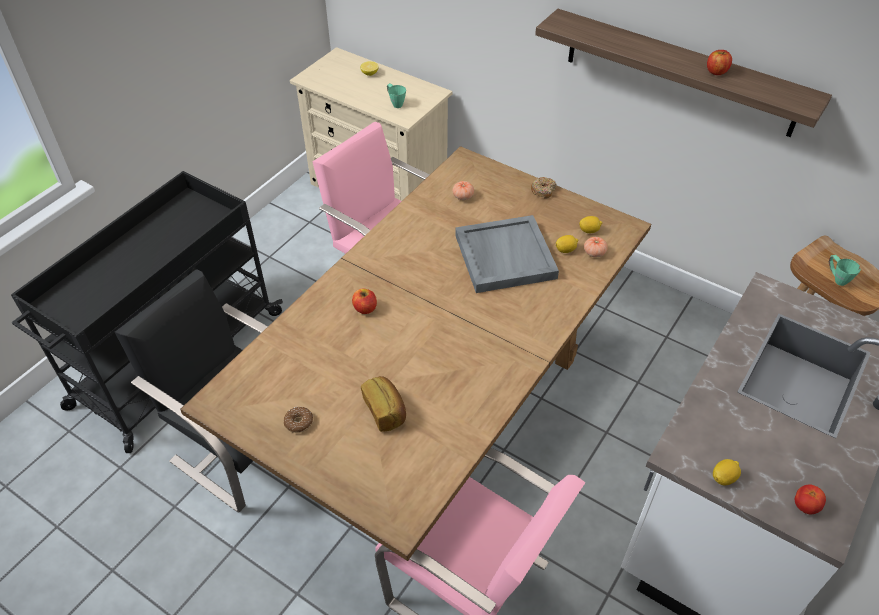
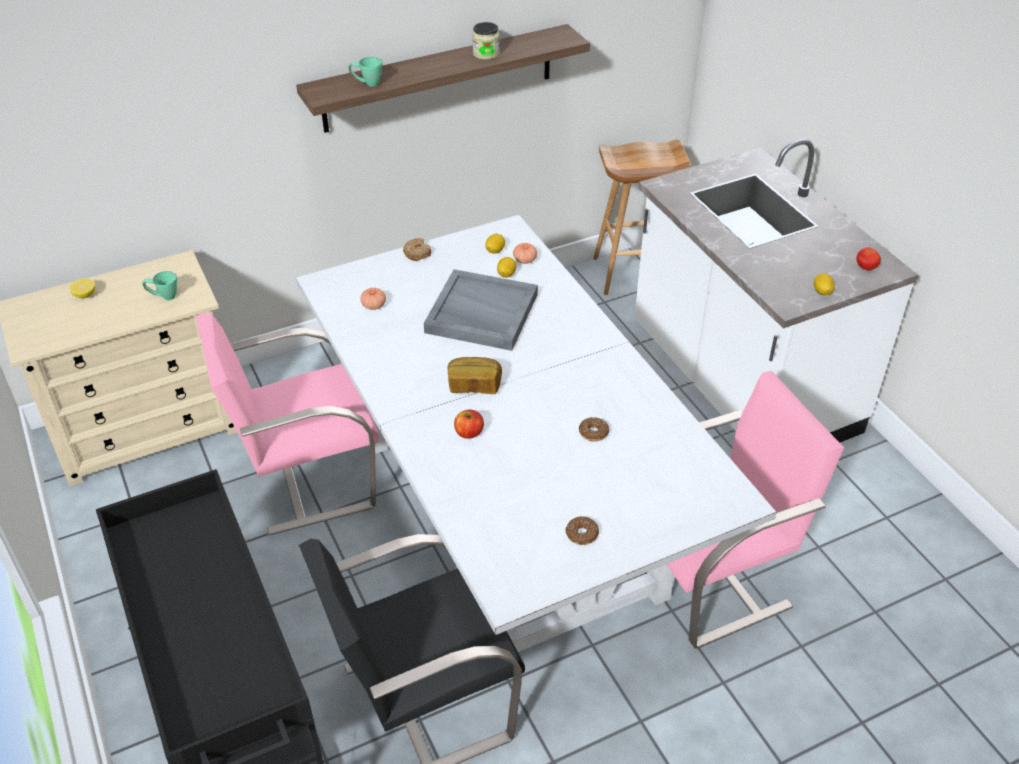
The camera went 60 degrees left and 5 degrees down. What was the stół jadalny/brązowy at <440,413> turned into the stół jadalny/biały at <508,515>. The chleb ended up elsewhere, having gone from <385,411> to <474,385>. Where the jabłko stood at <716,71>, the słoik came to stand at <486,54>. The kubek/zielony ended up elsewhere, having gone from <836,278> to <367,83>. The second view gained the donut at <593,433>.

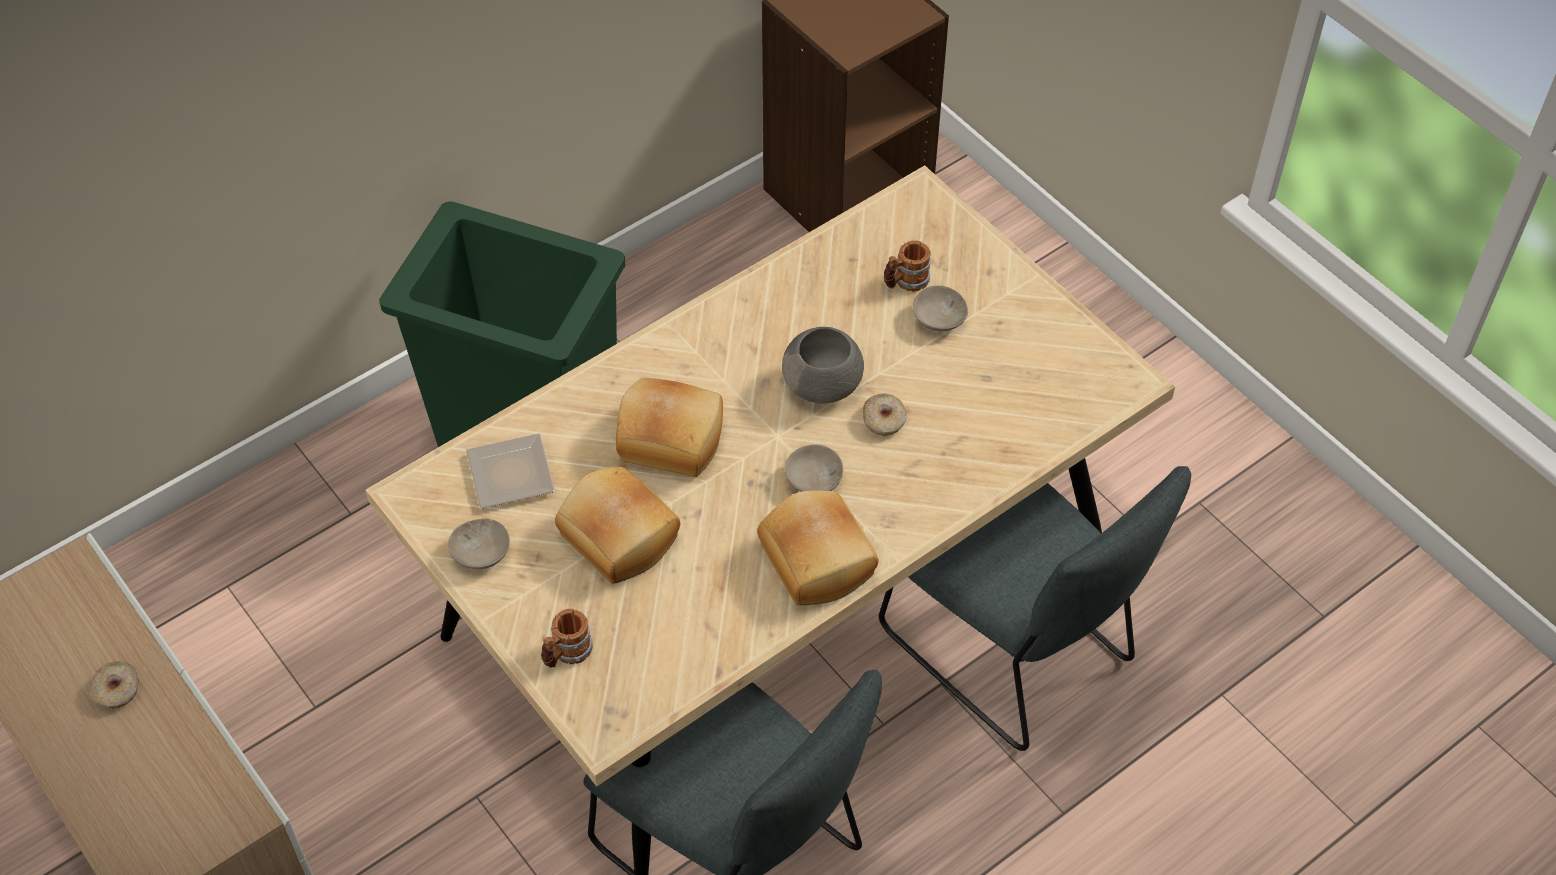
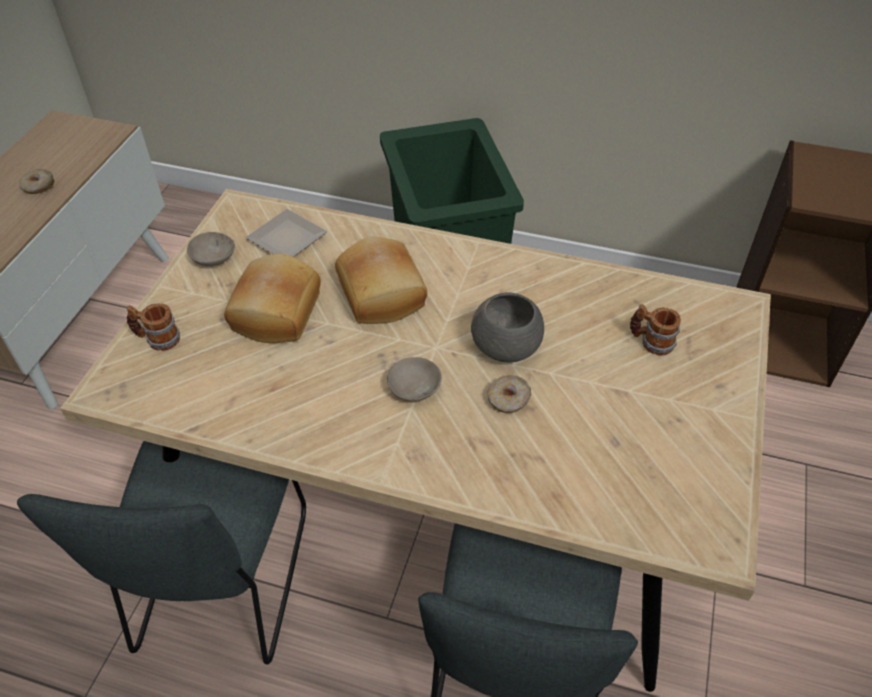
The camera went 55 degrees right and 5 degrees down. The second view lost the chleb at <819,559>. The second view lost the miska/beżowy at <937,318>.

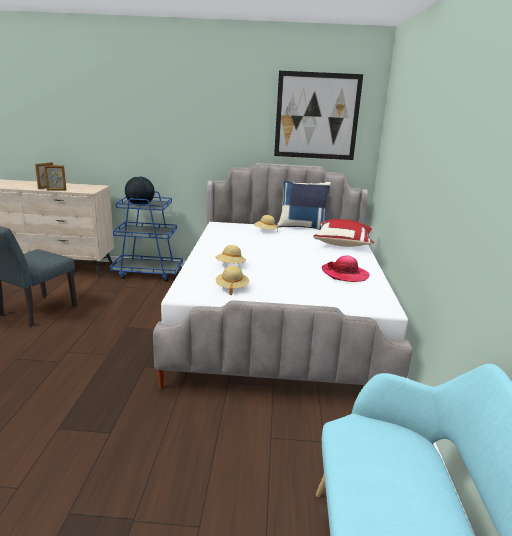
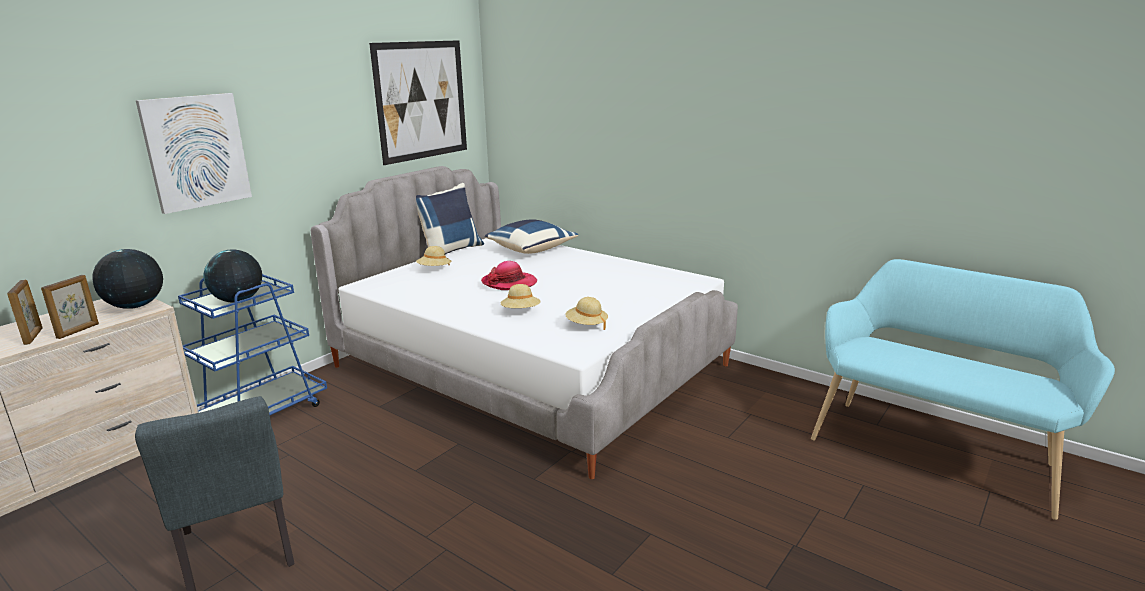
The camera went 55 degrees left and 0 degrees up. What was the poduszka/czerwony at <343,244> turned into the poduszka/niebieski at <531,249>. The kapelusz ended up elsewhere, having gone from <345,274> to <509,283>. The second view gained the globus at <135,306>. The second view gained the obraz at <196,151>.

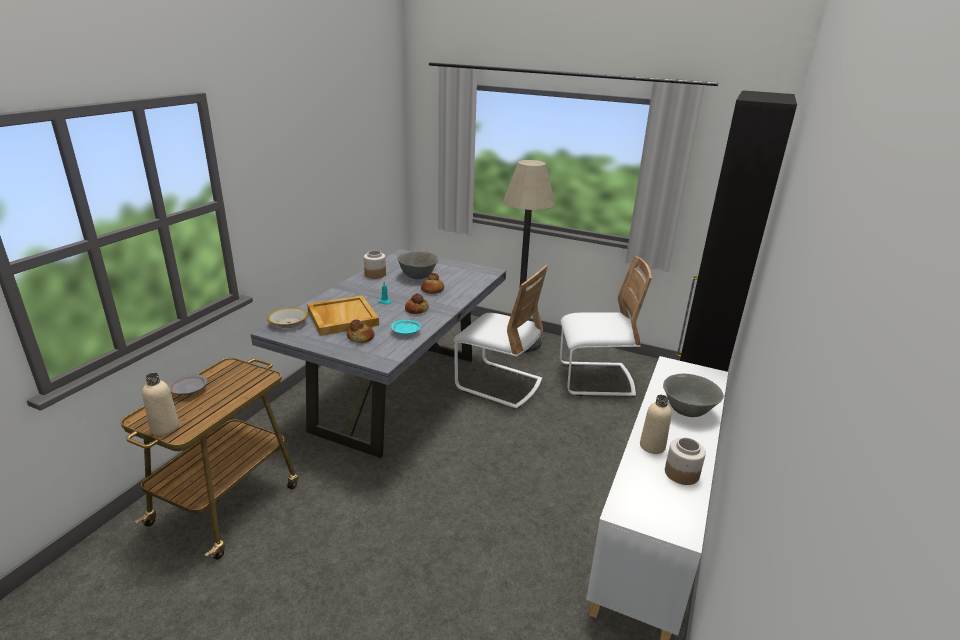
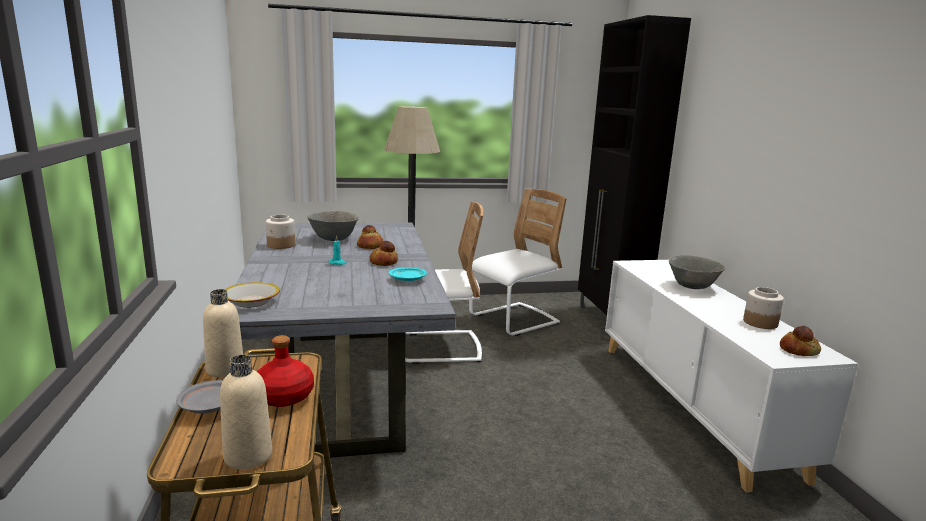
The camera went 35 degrees left and 10 degrees down. The second view lost the taca/beżowy at <342,317>. The chleb ended up elsewhere, having gone from <361,337> to <798,350>. The butelka/beżowy ended up elsewhere, having gone from <652,446> to <225,369>. The second view gained the butelka/czerwony at <283,396>.

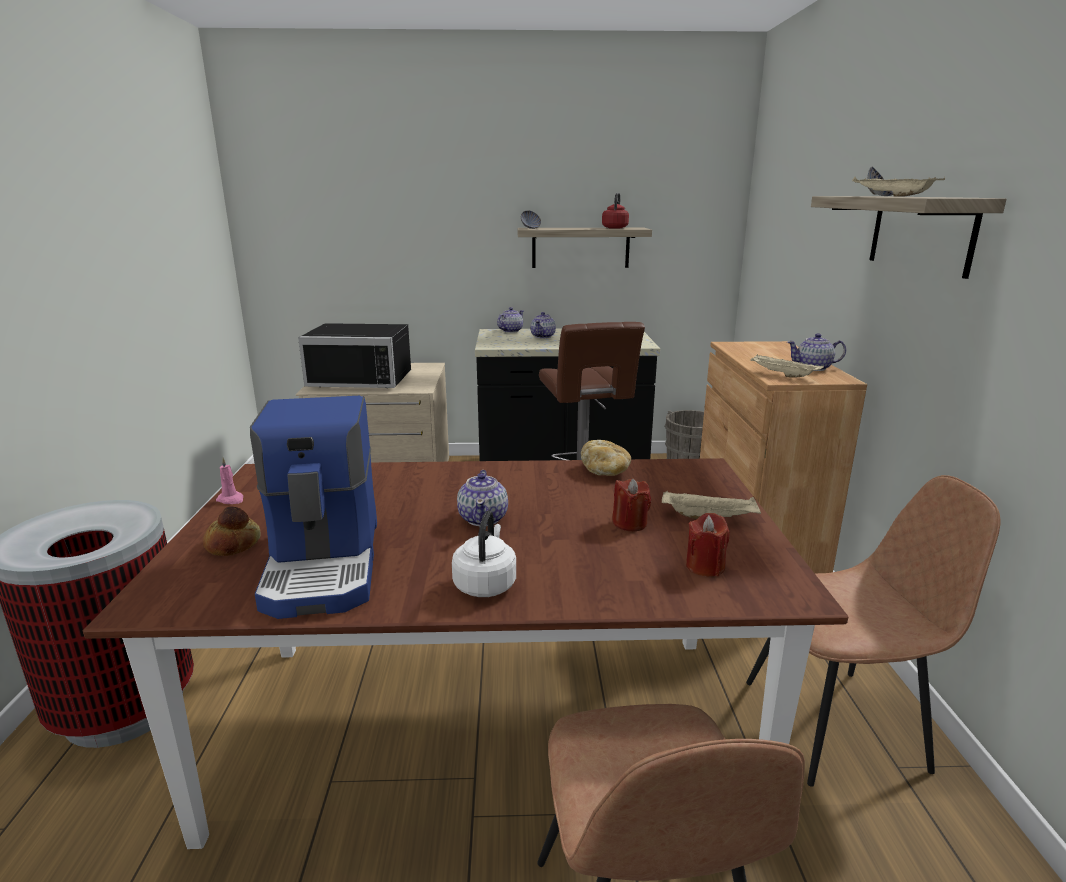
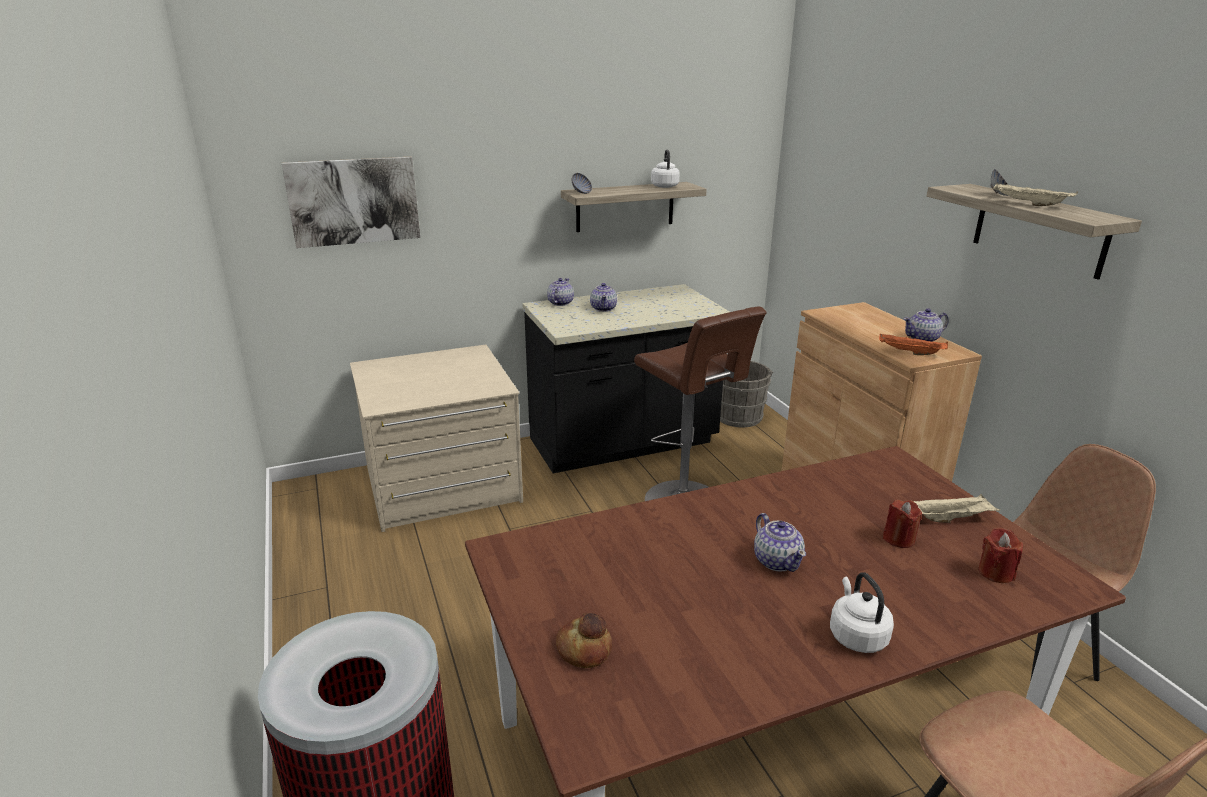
The camera went 20 degrees left and 5 degrees up. The second view lost the świeca/różowy at <231,500>. The second view lost the ekspres do kawy at <326,564>. The second view lost the mikrofalówka/czarny at <363,379>. The second view lost the chleb at <605,471>. What was the czajnik/czerwony at <615,228> turned into the czajnik/biały at <664,186>. What was the taca/beżowy at <782,375> turned into the taca/pomarańczowy at <909,353>. The second view gained the obraz at <353,201>.

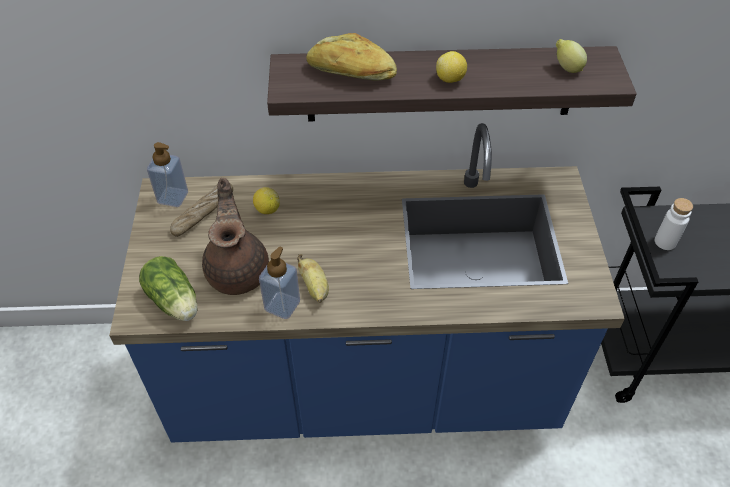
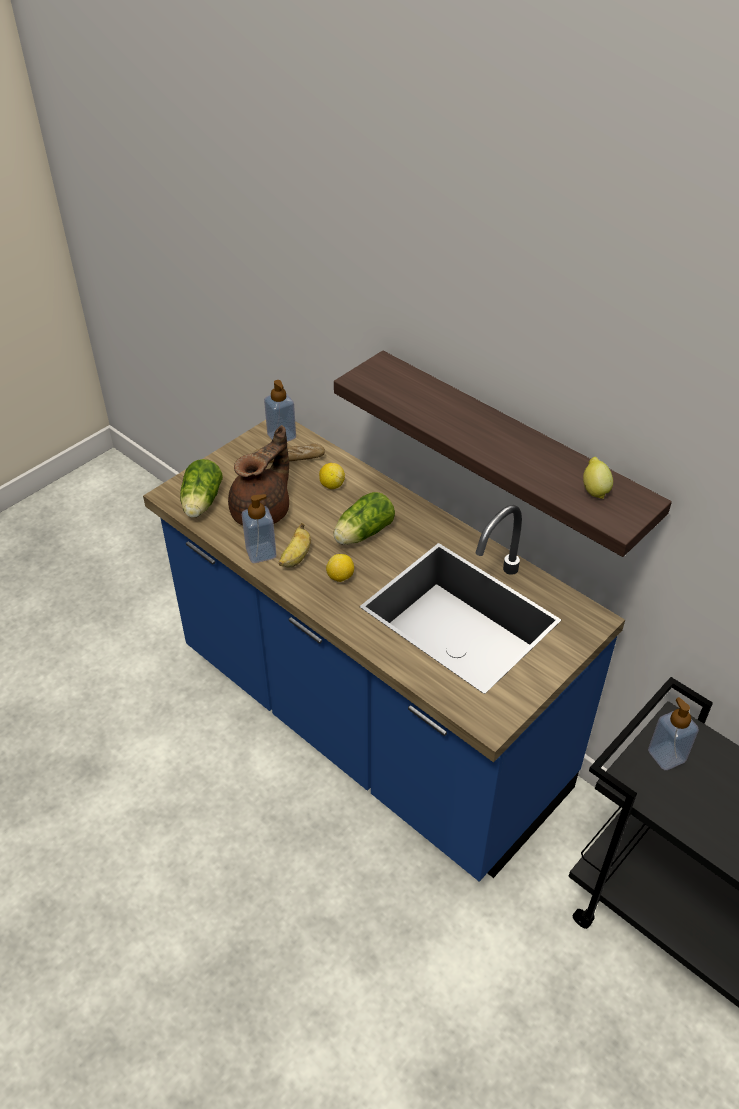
The camera went 45 degrees right and 5 degrees down. The second view lost the chleb at <351,72>. The cytryna ended up elsewhere, having gone from <450,79> to <340,577>. Where the butelka/biały stood at <665,242>, the dozownik mydła came to stand at <666,756>. The second view gained the sałata at <362,534>.

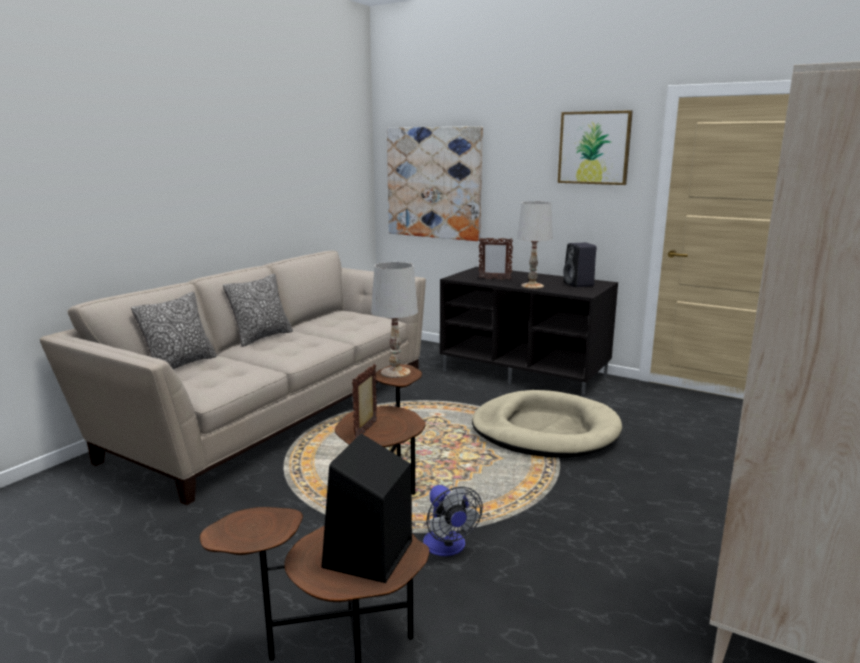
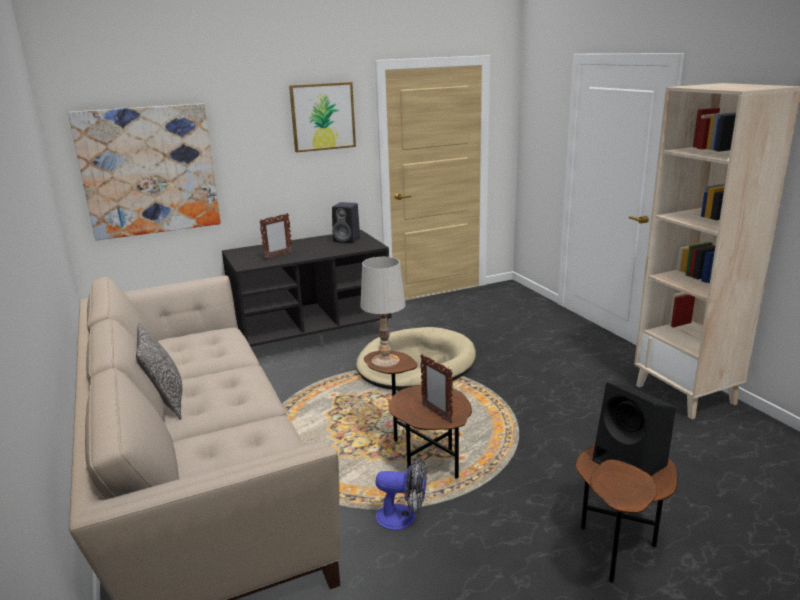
The camera went 55 degrees left and 5 degrees up. The second view lost the poduszka at <180,365>. The wentylator ended up elsewhere, having gone from <447,547> to <403,517>. The second view lost the lampa stołowa/biały at <532,286>.

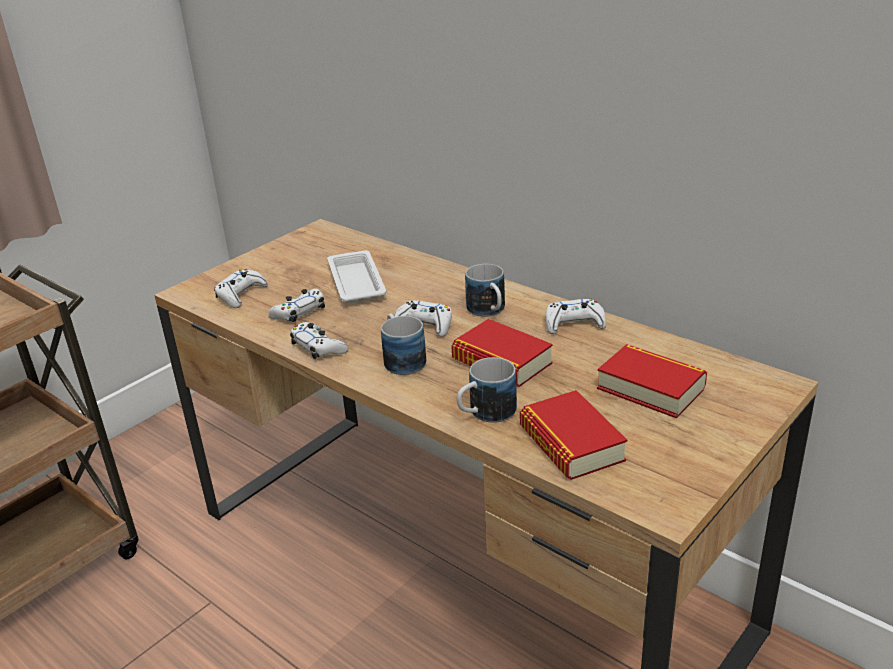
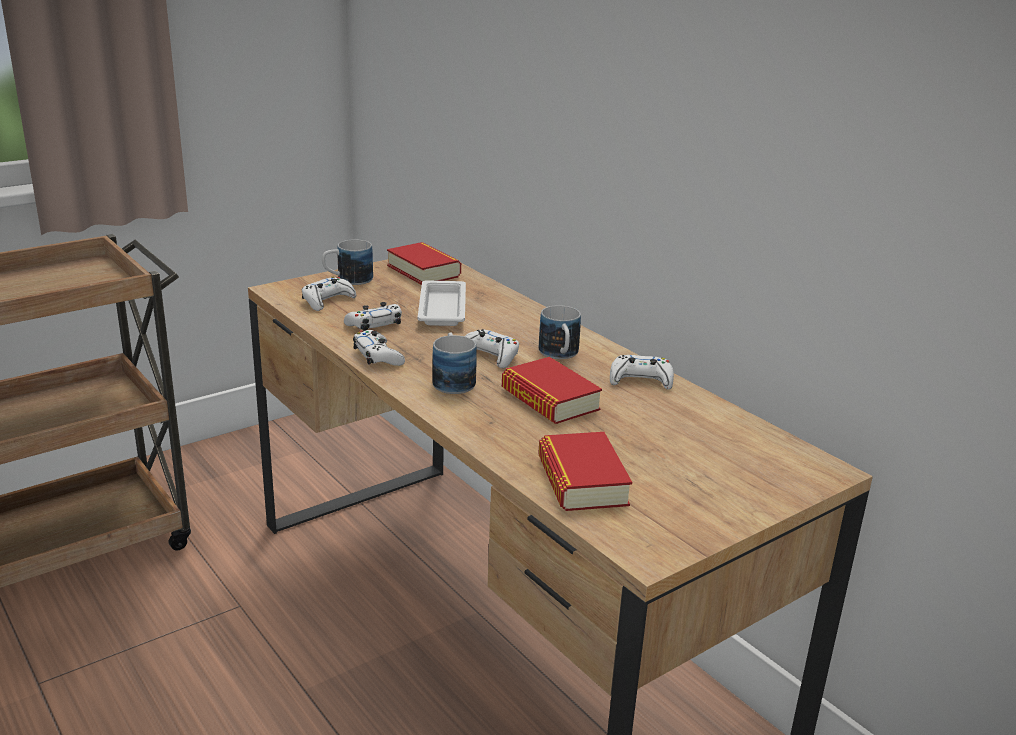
The camera went 10 degrees right and 5 degrees down. The kubek ended up elsewhere, having gone from <485,414> to <347,280>. The książka ended up elsewhere, having gone from <650,388> to <423,271>.

